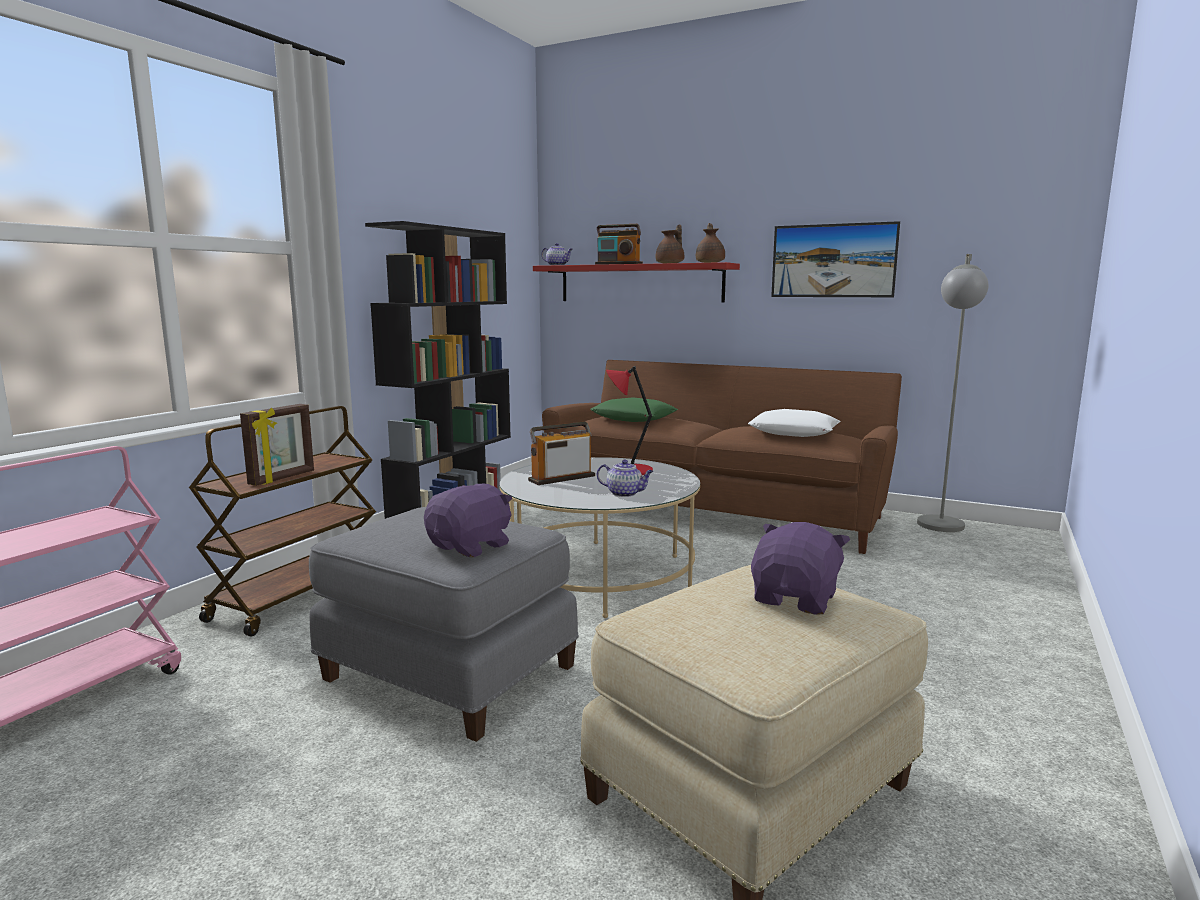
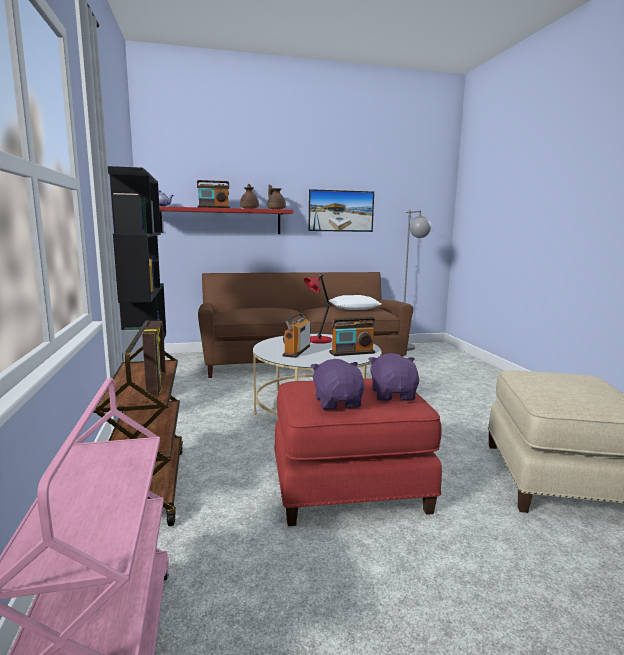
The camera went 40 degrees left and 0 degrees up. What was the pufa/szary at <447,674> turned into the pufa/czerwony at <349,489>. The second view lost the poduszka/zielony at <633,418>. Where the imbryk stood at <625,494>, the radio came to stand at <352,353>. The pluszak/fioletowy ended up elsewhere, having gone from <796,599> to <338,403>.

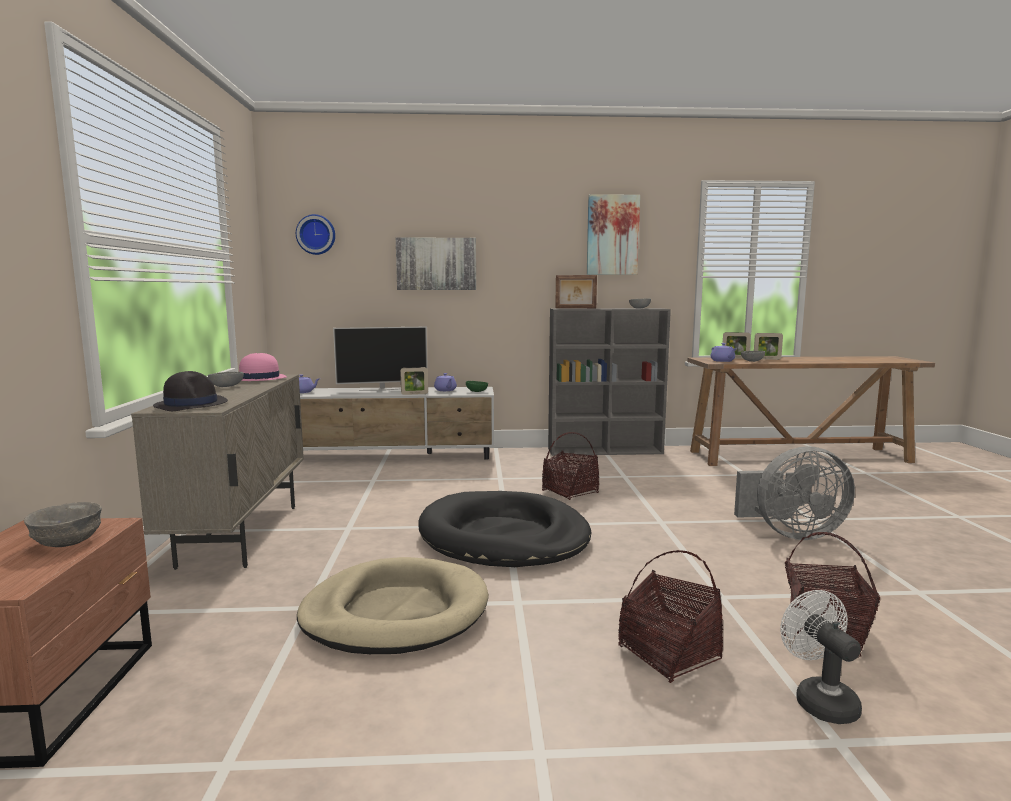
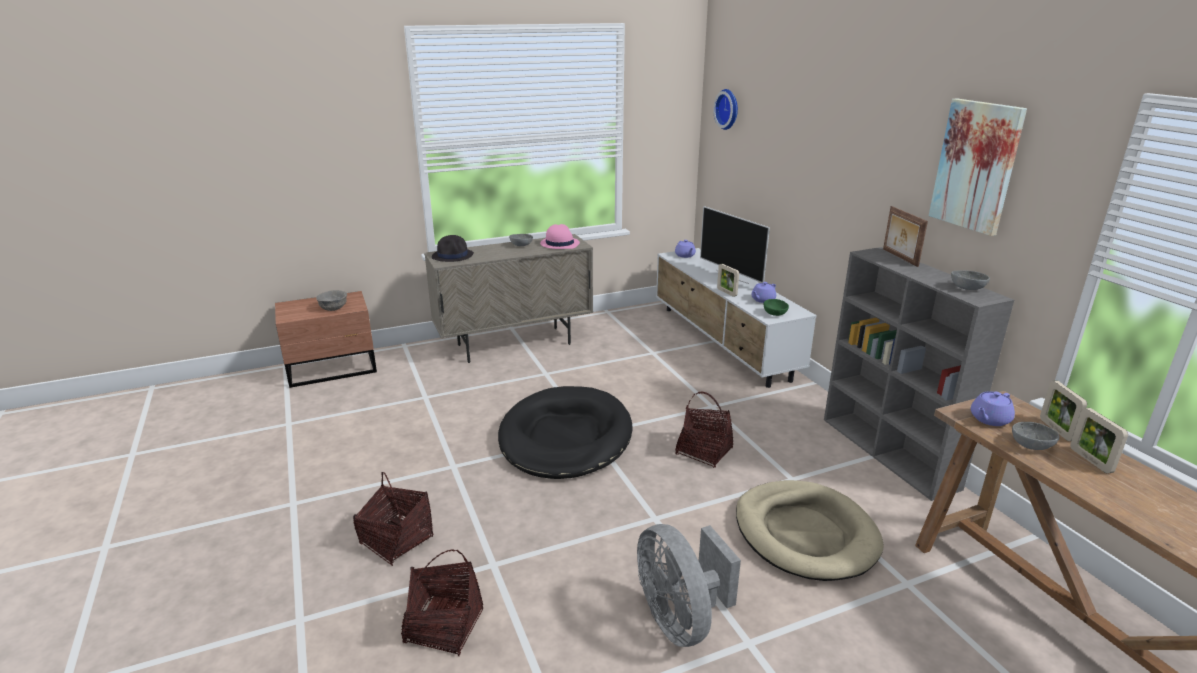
The camera went 70 degrees right and 15 degrees up. The legowisko/beżowy ended up elsewhere, having gone from <395,612> to <805,534>. The second view lost the obraz at <436,264>. The second view lost the wentylator/biały at <819,700>.

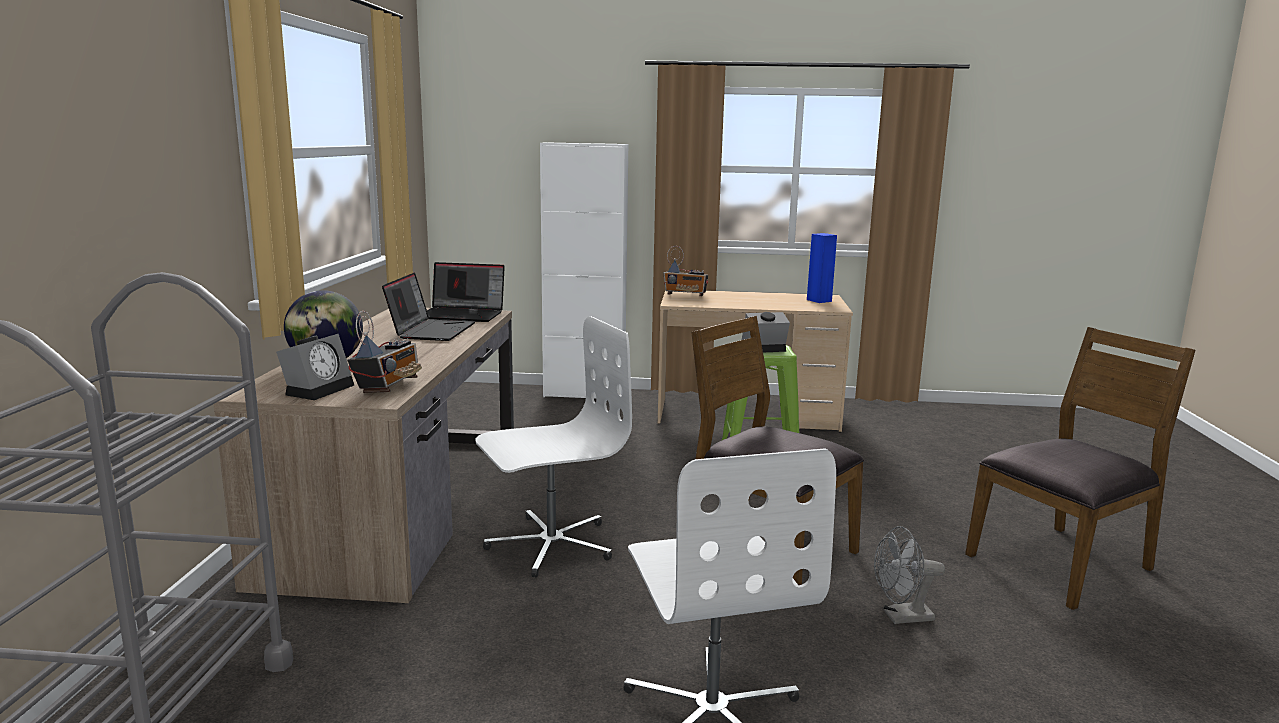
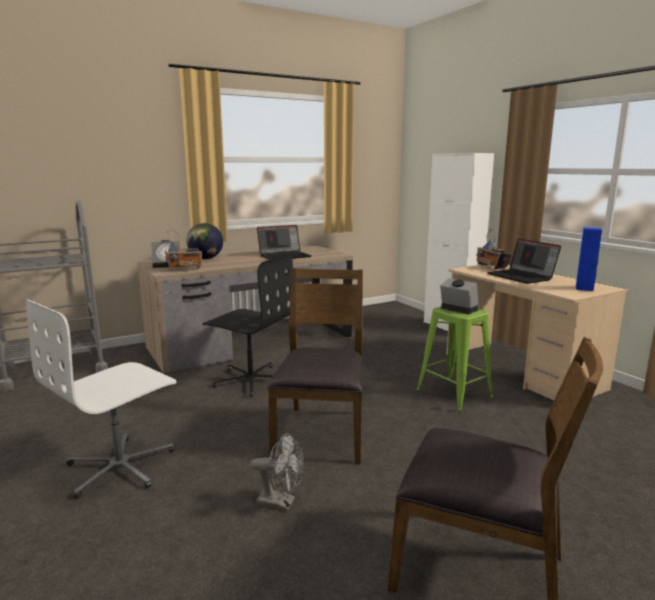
The camera went 55 degrees right and 0 degrees up. The laptop ended up elsewhere, having gone from <463,315> to <522,277>. What was the krzesło biurowe/biały at <550,544> turned into the krzesło biurowe/czarny at <251,380>. The wentylator/szary at <901,617> ended up facing another way, 150 degrees clockwise from before.

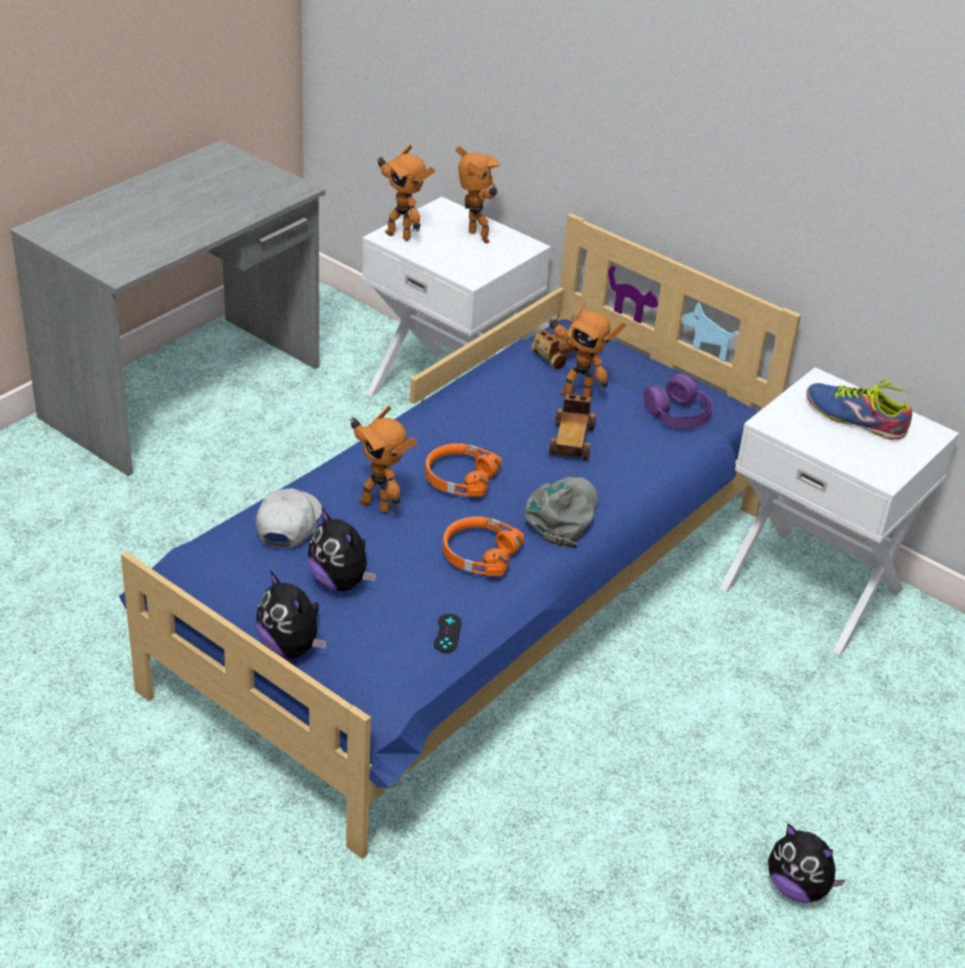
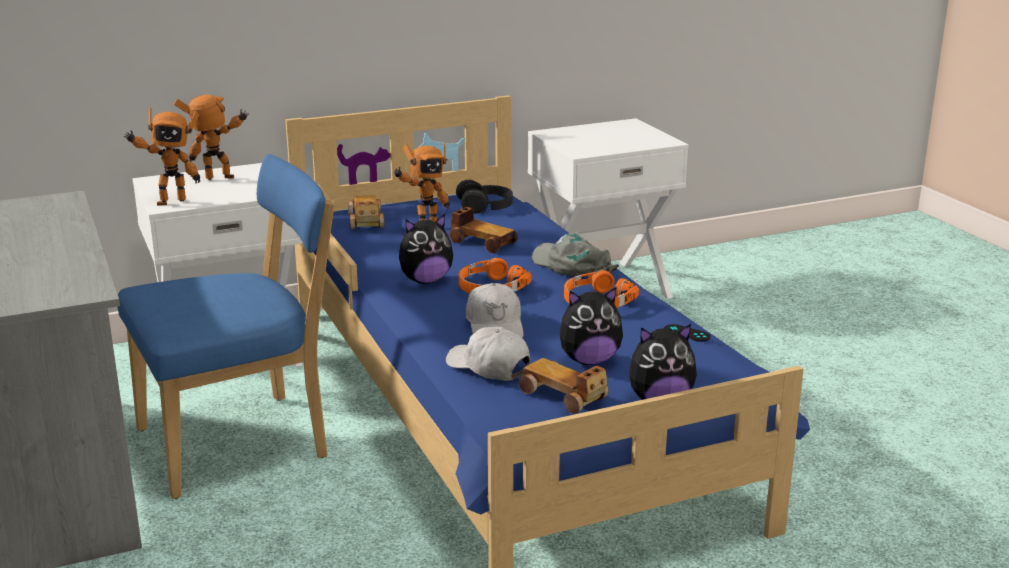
The camera went 60 degrees left and 15 degrees down. Where the robot zabawkowy stood at <377,504>, the czapka z daszkiem/biały came to stand at <495,325>. What was the słuchawki/fioletowy at <678,413> turned into the słuchawki/czarny at <485,205>. The pluszak ended up elsewhere, having gone from <797,888> to <425,280>. The second view lost the but at <855,418>. The second view gained the krzesło/niebieski at <242,442>. The second view gained the samochodzik at <564,396>.

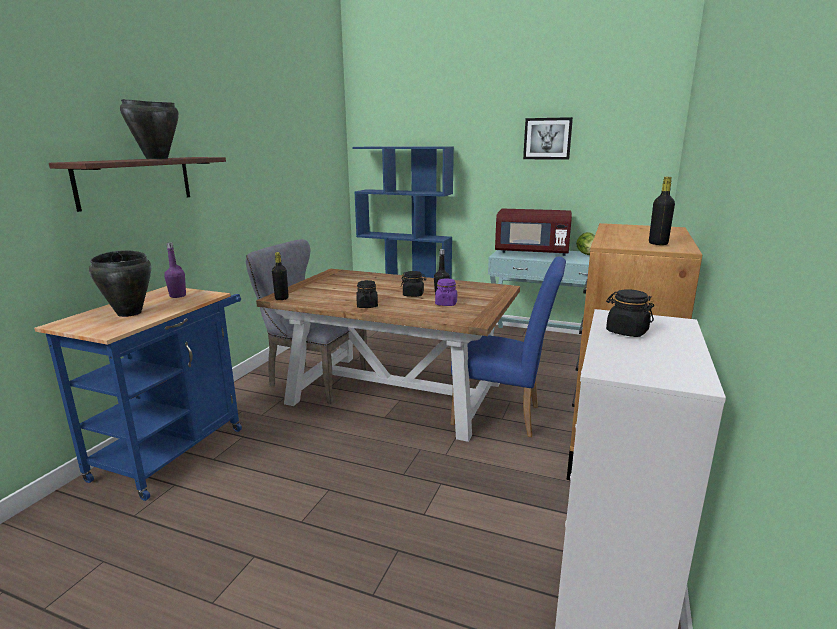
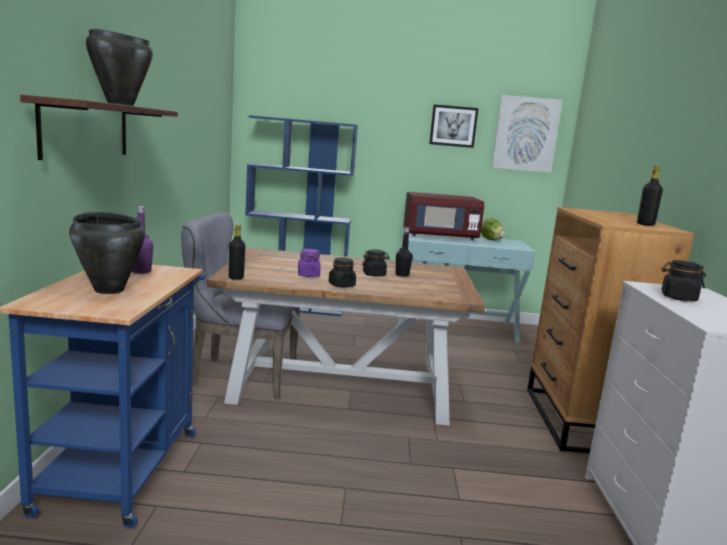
The camera went 20 degrees left and 5 degrees down. The słoik/fioletowy ended up elsewhere, having gone from <446,304> to <308,275>. The second view lost the krzesło/niebieski at <503,416>. The second view gained the obraz at <525,134>.

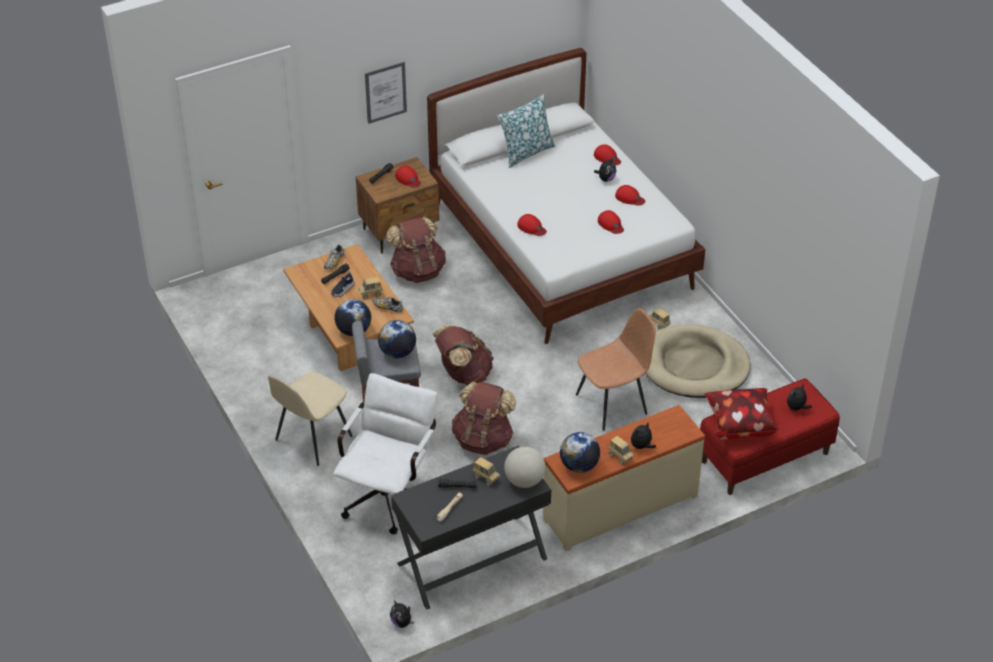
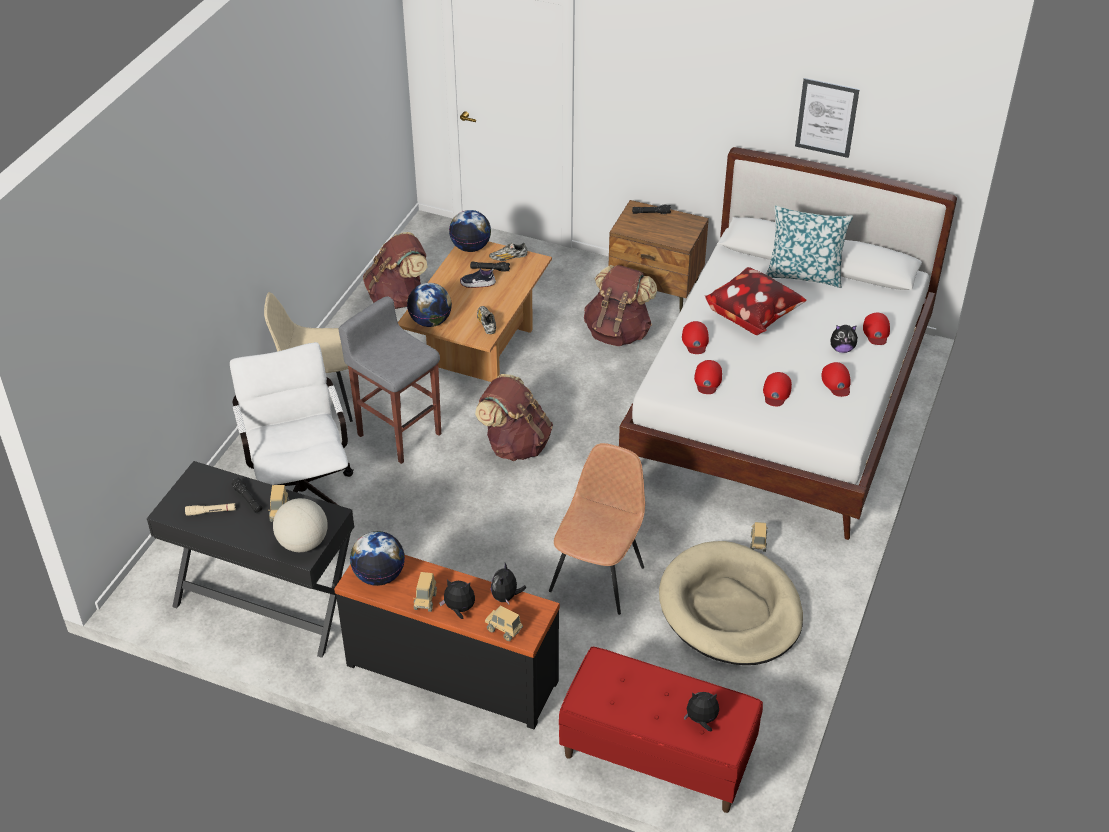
The camera went 50 degrees right and 0 degrees up. The krzesło biurowe/biały at <389,494> ended up facing another way, 90 degrees counterclockwise from before. The ciężarówka zabawkowa ended up elsewhere, having gone from <371,294> to <504,630>. The obraz ended up elsewhere, having gone from <385,92> to <826,117>. The globus ended up elsewhere, having gone from <397,352> to <471,247>. The pluszak ended up elsewhere, having gone from <402,622> to <506,597>. The czapka z daszkiem/czerwony ended up elsewhere, having gone from <408,179> to <707,380>. The plecak/brązowy ended up elsewhere, having gone from <483,439> to <398,297>. What was the komoda/beżowy at <619,506> turned into the komoda/czarny at <453,671>. The krzesło/brązowy at <613,404> ended up facing another way, 90 degrees counterclockwise from before. The poduszka ended up elsewhere, having gone from <739,425> to <752,316>.

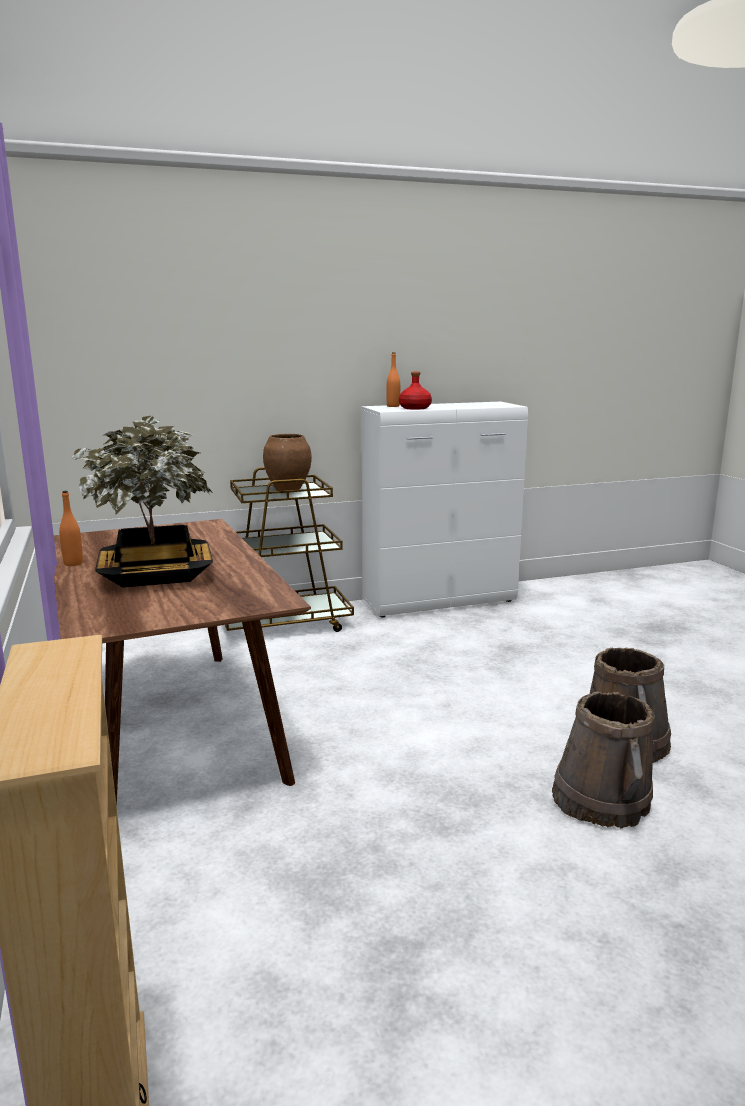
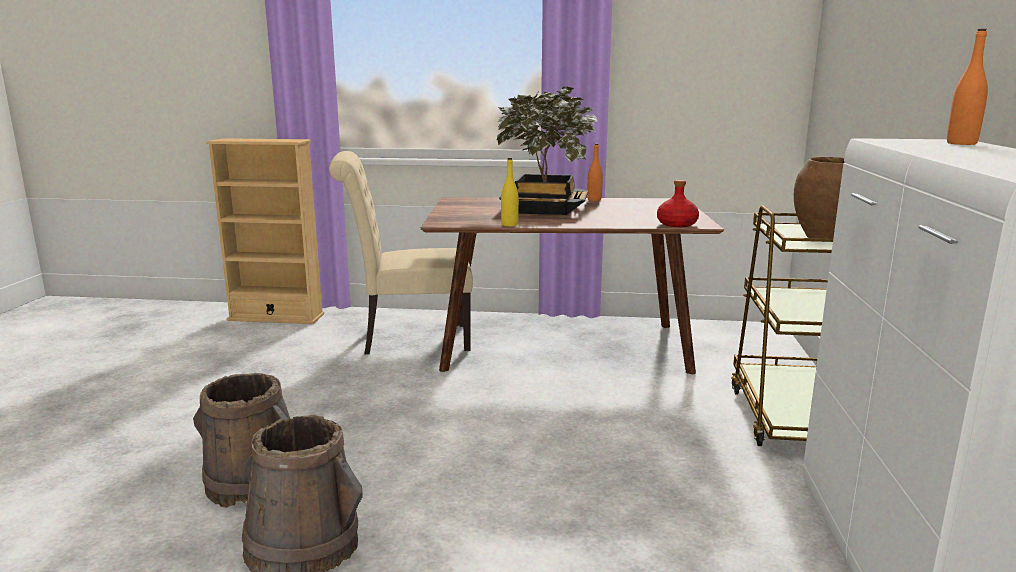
The camera went 115 degrees right and 0 degrees up. The butelka/czerwony ended up elsewhere, having gone from <414,408> to <676,224>. The second view gained the krzesło/beżowy at <408,339>. The second view gained the butelka/żółty at <509,225>.

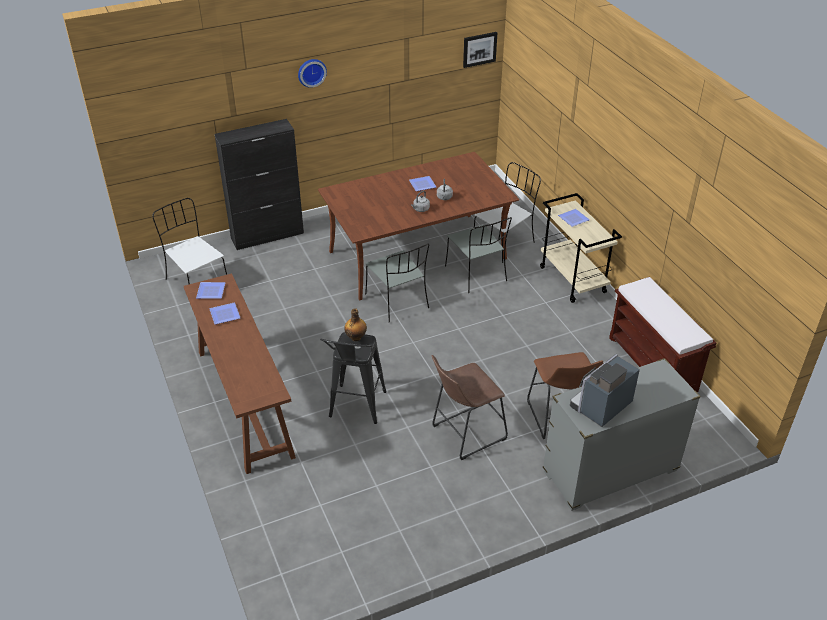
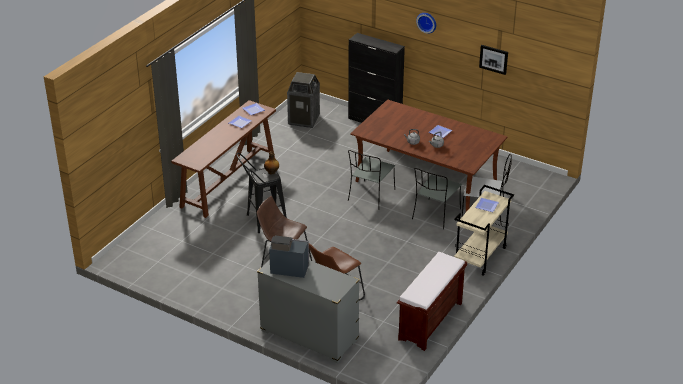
The camera went 55 degrees right and 5 degrees down. Where the krzesło/biały stood at <196,282>, the kosz na śmieci came to stand at <304,119>. The obraz ended up elsewhere, having gone from <479,49> to <494,59>.

